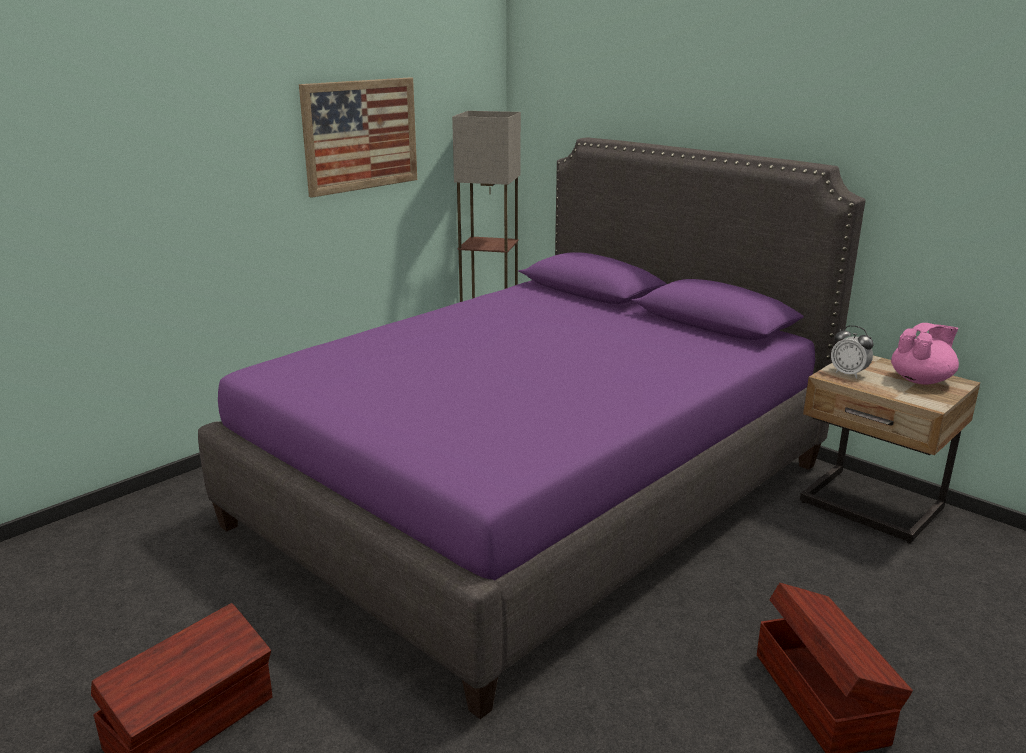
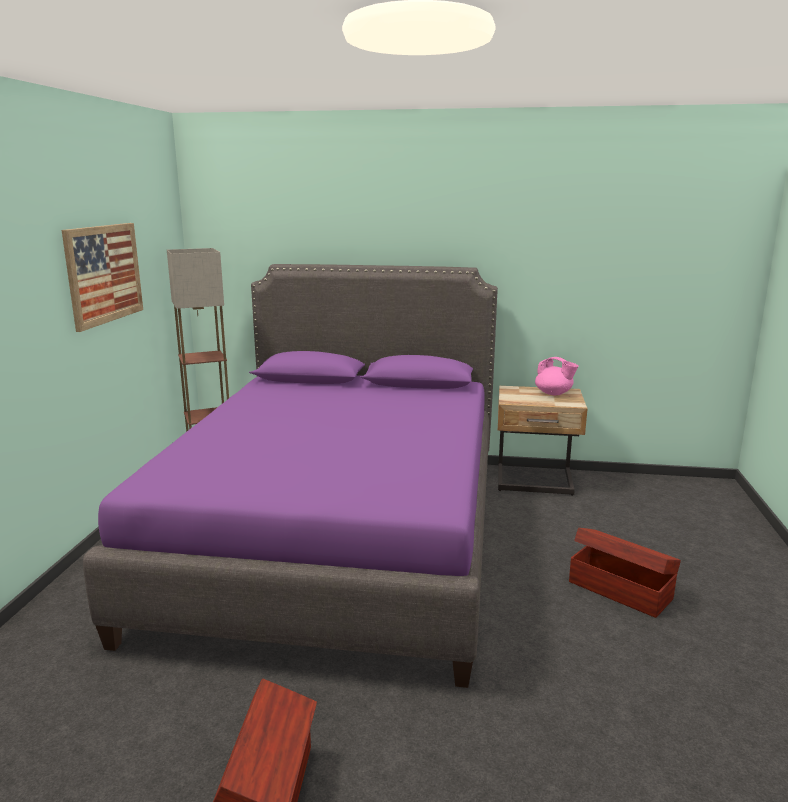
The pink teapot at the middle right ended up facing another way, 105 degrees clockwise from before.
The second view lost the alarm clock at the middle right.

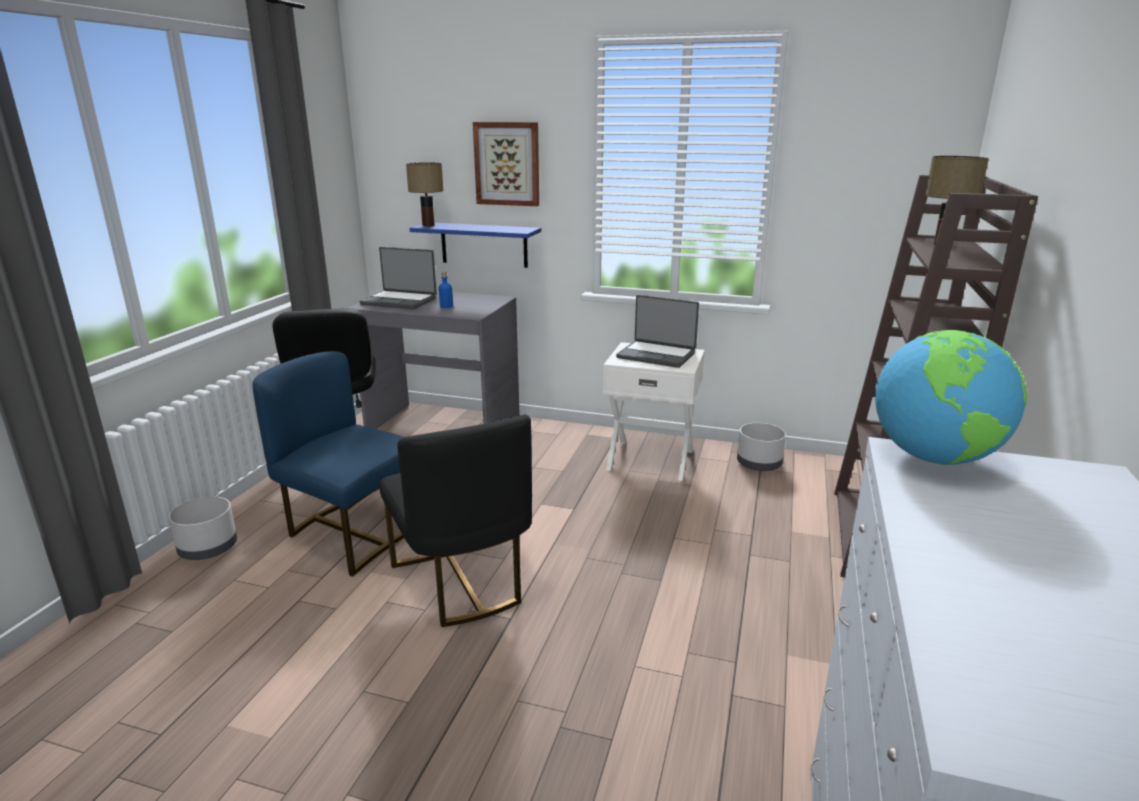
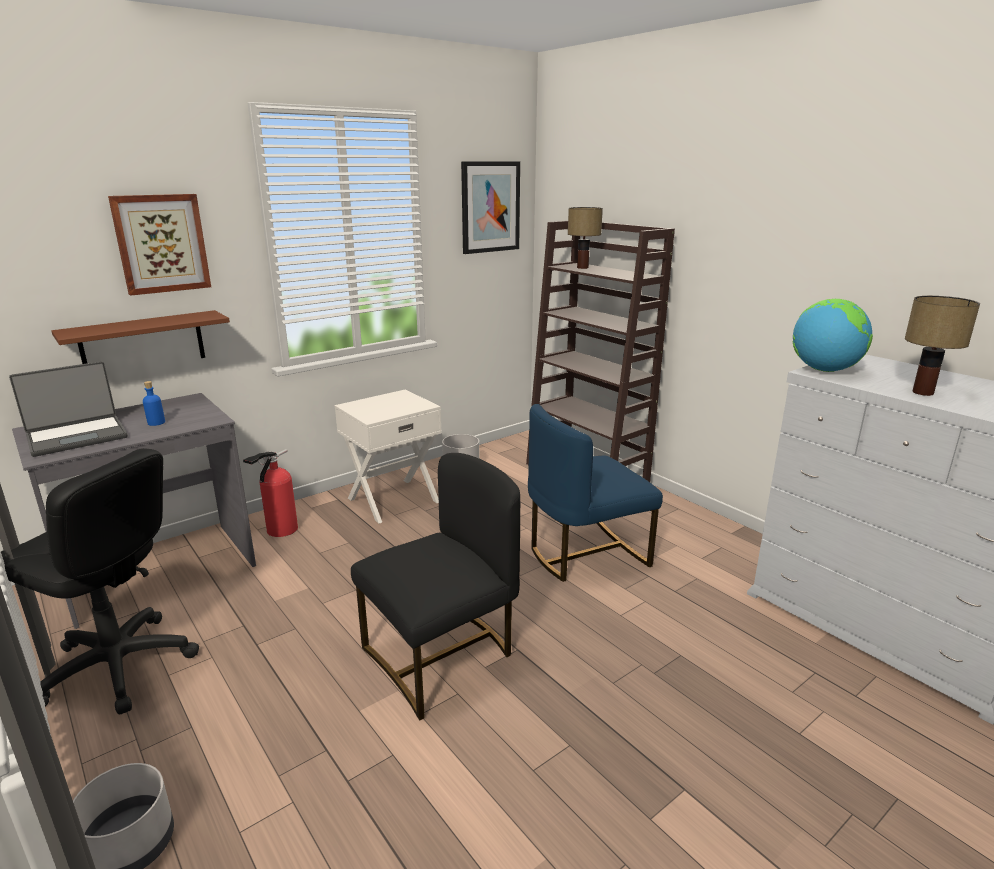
The table lamp (no. 1 from left in the first image) ended up elsewhere, having gone from the top centre to the middle right.
What was the blue shelf at the top centre turned into the brown shelf at the middle left.
The second view lost the laptop (no. 2 from left) at the centre.
The blue chair ended up elsewhere, having gone from the middle left to the centre.
The black chair at the centre ended up facing another way, 45 degrees counterclockwise from before.
The second view gained the picture (no. 2 from left) at the top centre.
The second view gained the fire extinguisher at the middle left.

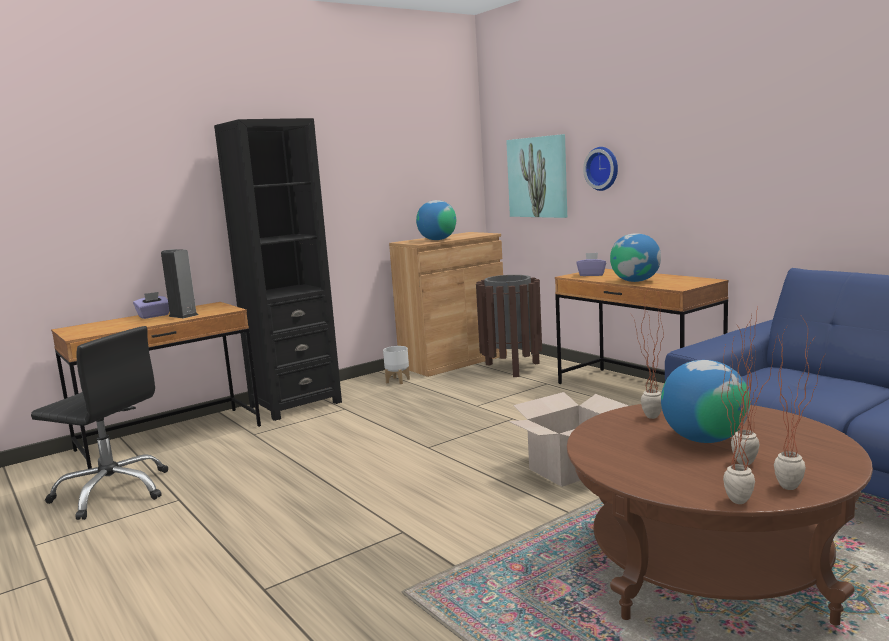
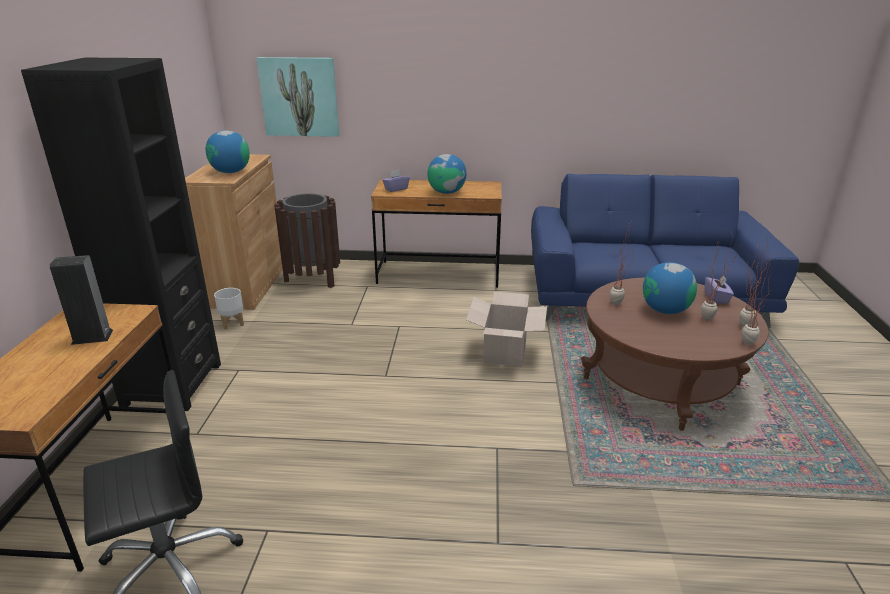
The second view lost the wall clock at the top right.
The purple tissue box (no. 1 from left in the first image) ended up elsewhere, having gone from the middle left to the middle right.

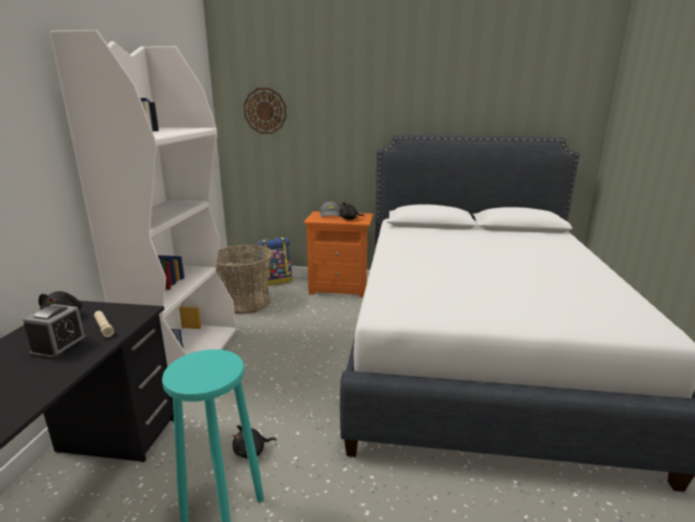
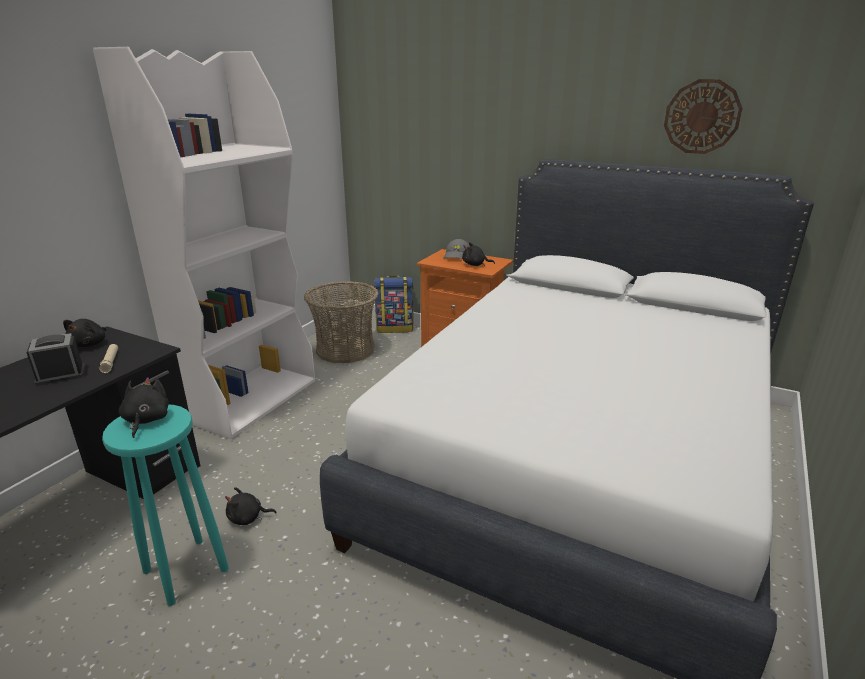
The wall clock ended up elsewhere, having gone from the top centre to the top right.
The alarm clock at the middle left ended up facing another way, 150 degrees counterclockwise from before.
The second view gained the black plush toy (no. 2 from left) at the middle left.

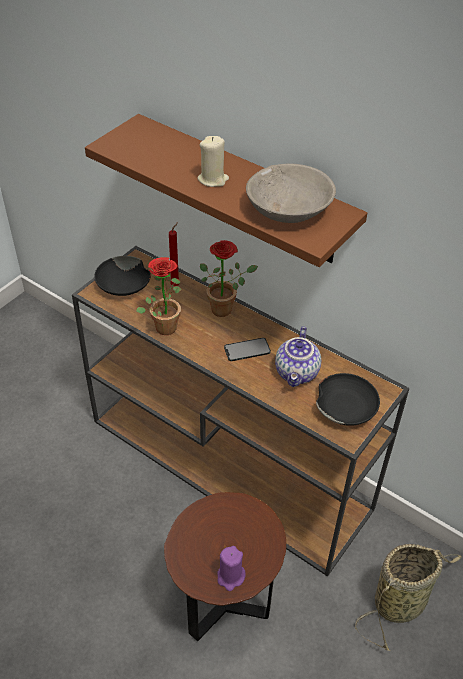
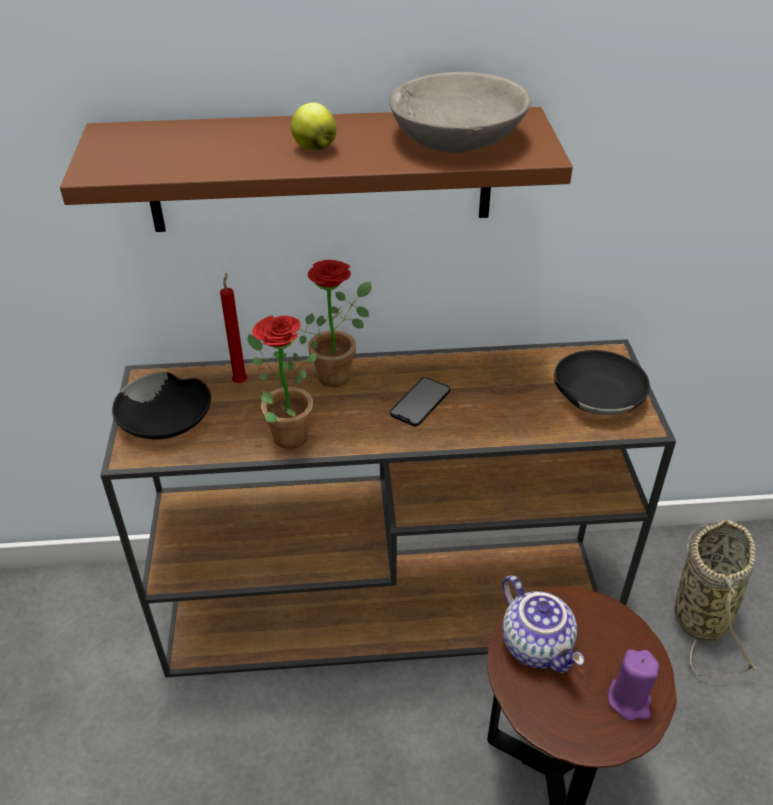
Where the beige candle stood at the top centre, the apple came to stand at the top centre.
The teapot ended up elsewhere, having gone from the centre to the bottom right.

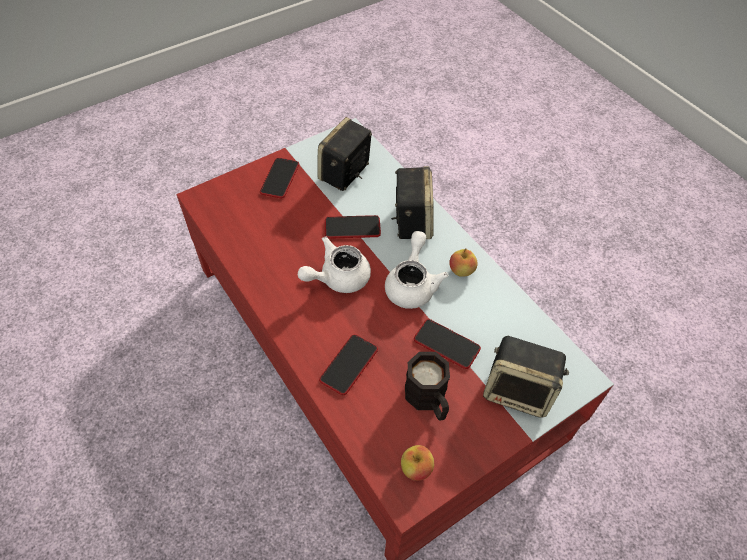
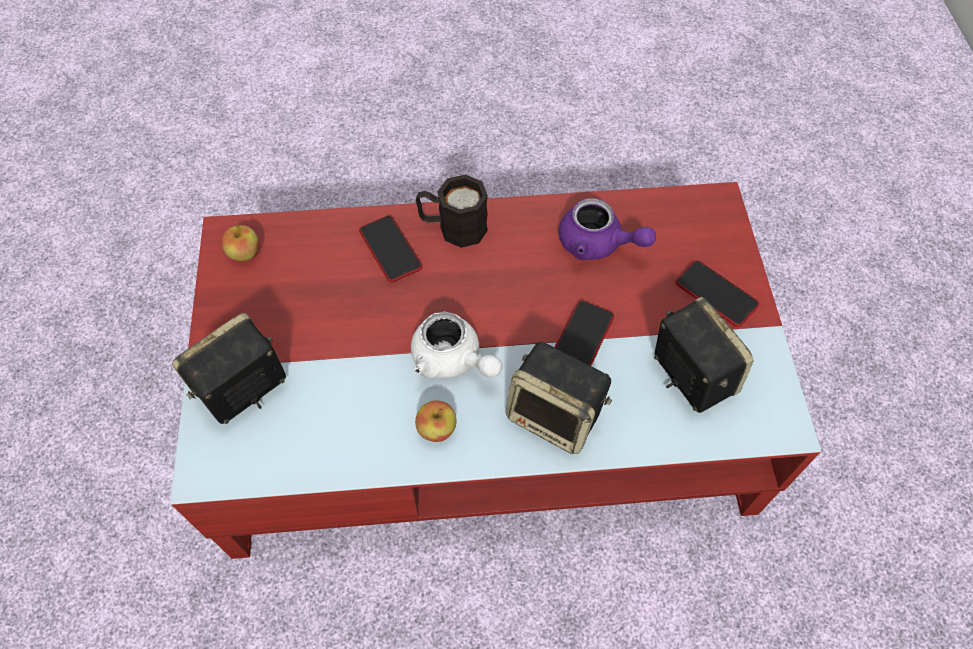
The second view lost the white teapot (no. 1 from left) at the centre.
The second view lost the phone (no. 4 from left) at the centre.
The black mug ended up elsewhere, having gone from the bottom centre to the top centre.
The second view gained the purple teapot at the centre.

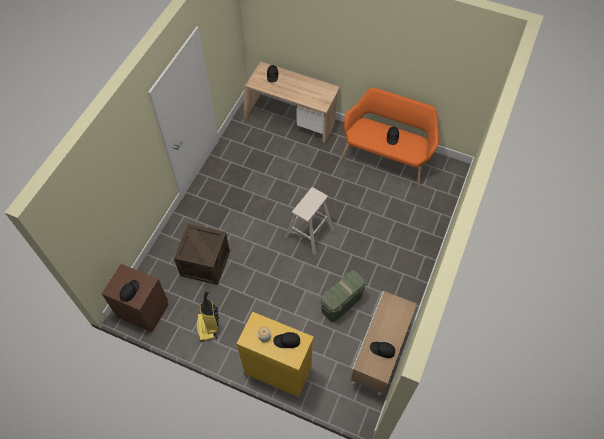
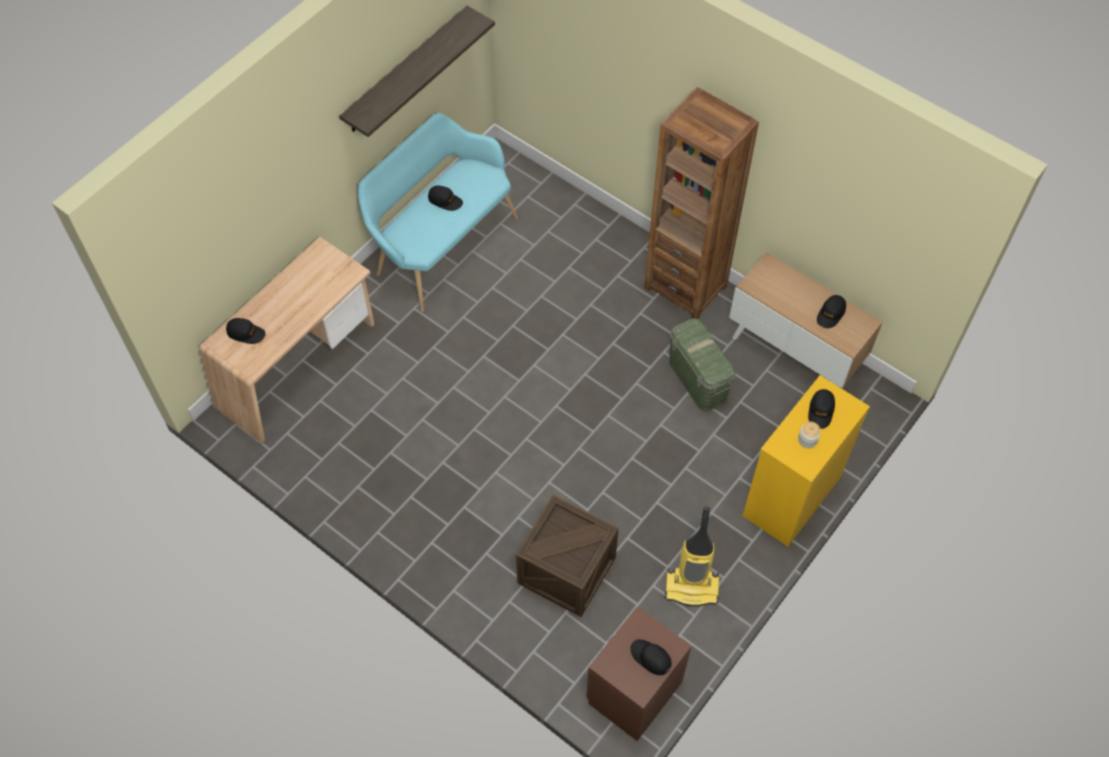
What was the orange bench at the top centre turned into the turquoise bench at the top centre.
The second view lost the beige stool at the centre.
The second view gained the shelf at the top centre.
The second view gained the brown bookcase at the top centre.

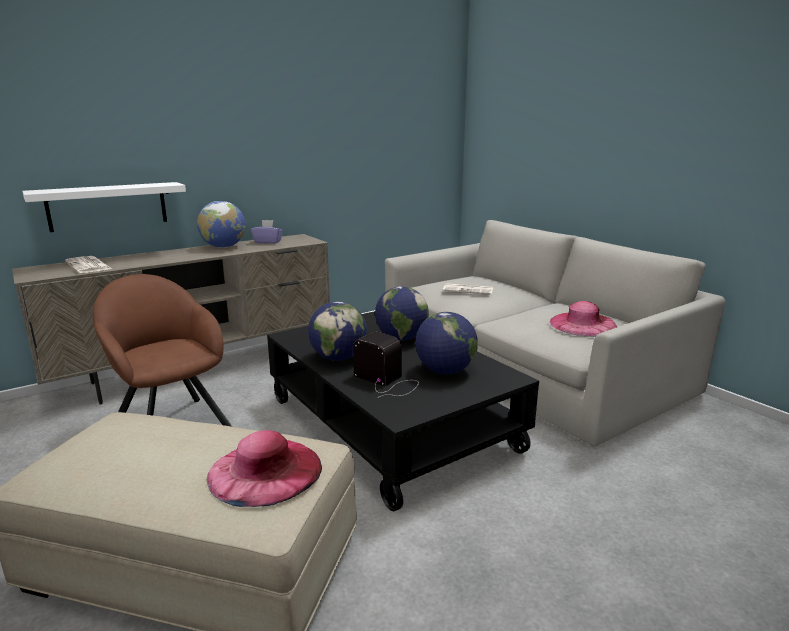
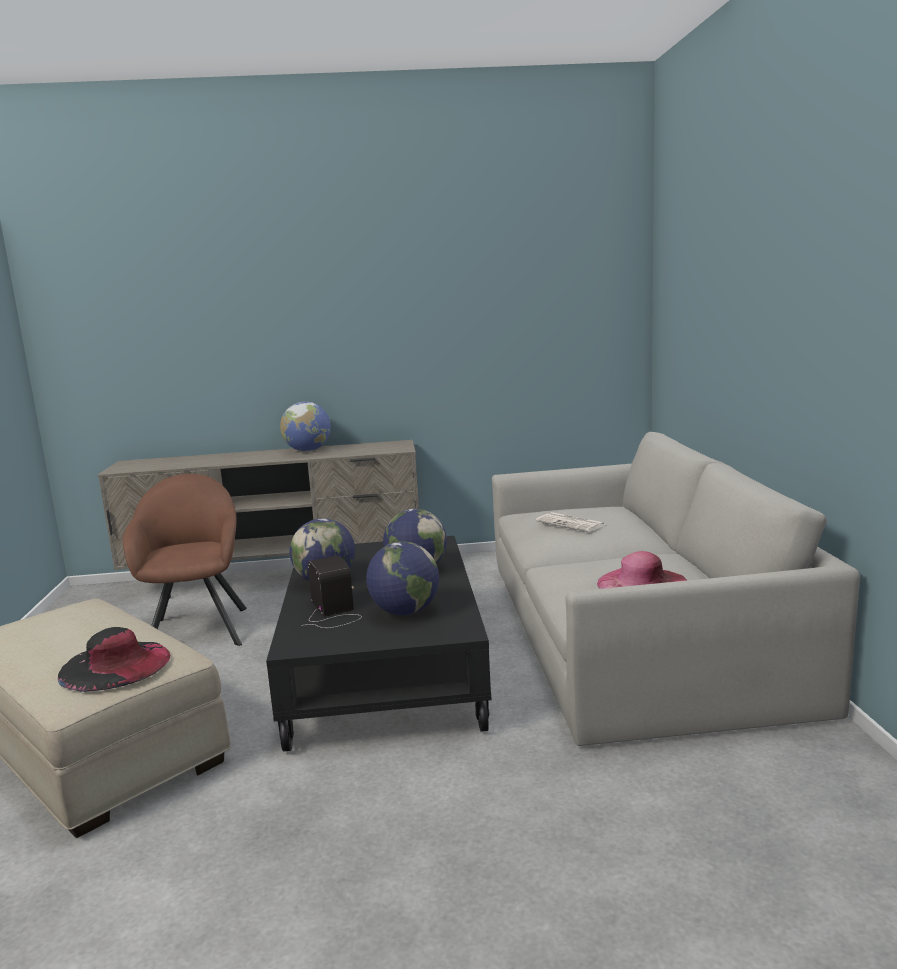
The second view lost the white shelf at the top left.
The second view lost the purple tissue box at the centre.
The second view lost the newspaper (no. 1 from left) at the middle left.
What was the pink hat (no. 1 from left) at the bottom centre turned into the black hat at the bottom left.

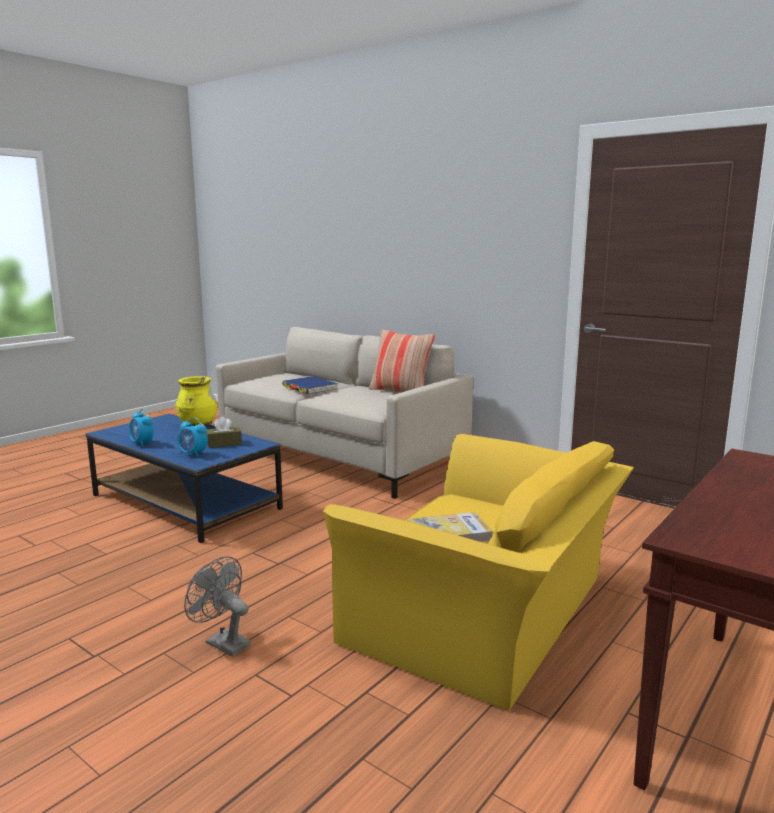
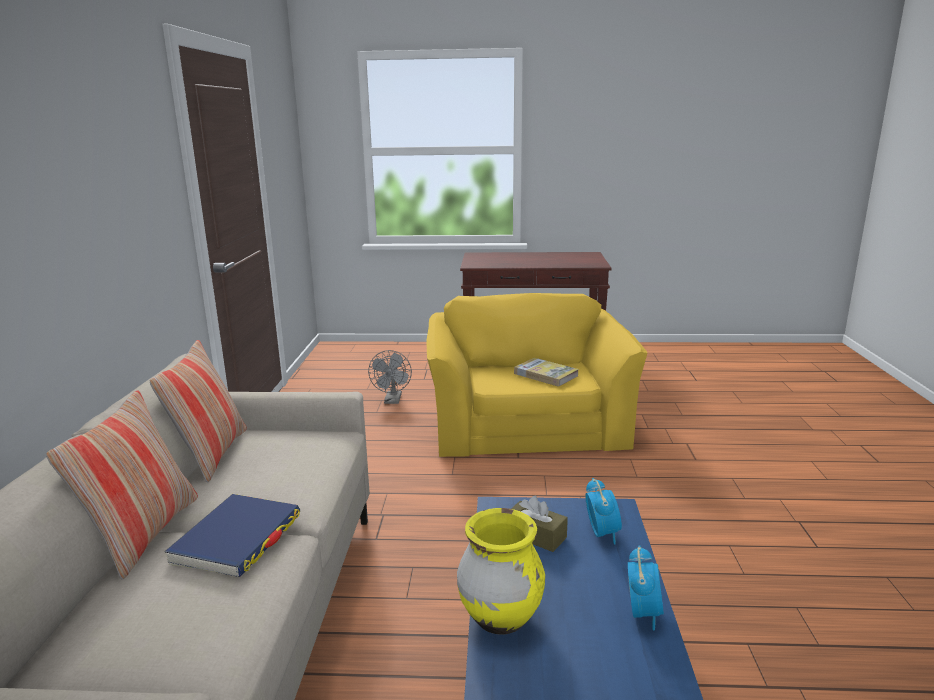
The grey fan ended up elsewhere, having gone from the bottom left to the centre.
The second view gained the pillow (no. 1 from left) at the bottom left.

